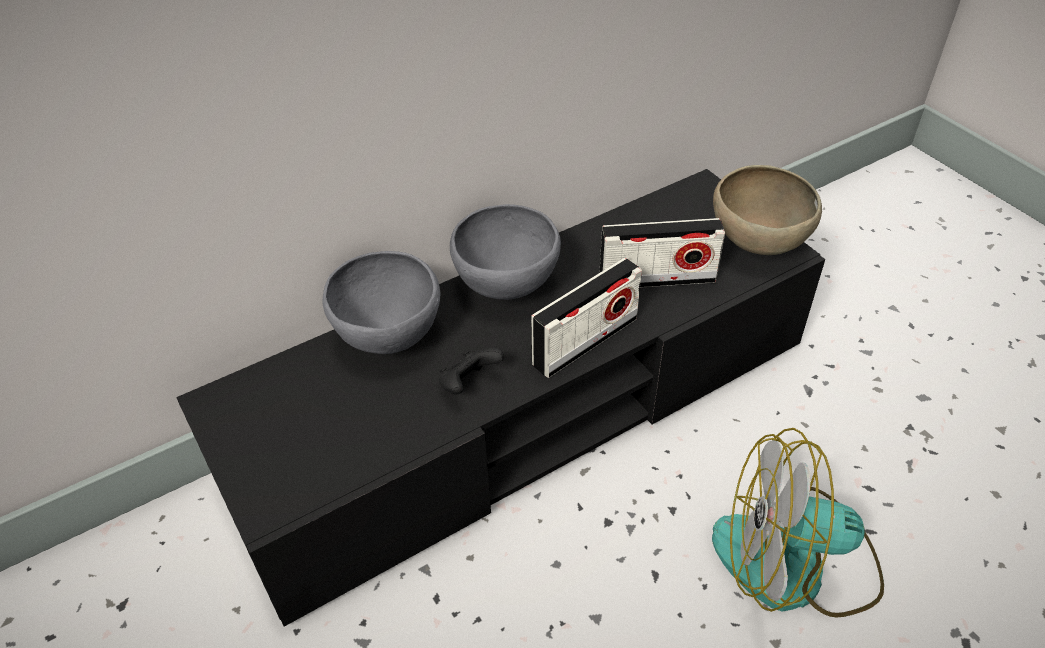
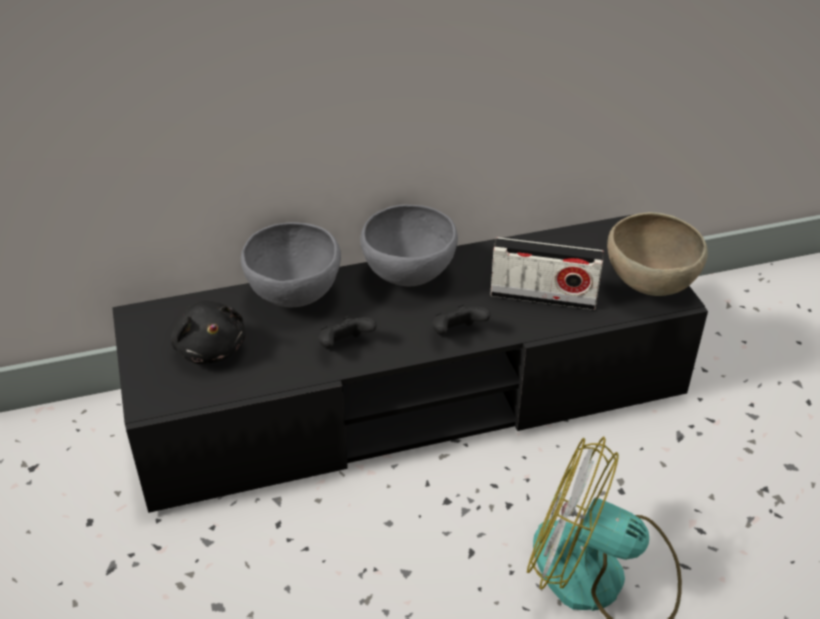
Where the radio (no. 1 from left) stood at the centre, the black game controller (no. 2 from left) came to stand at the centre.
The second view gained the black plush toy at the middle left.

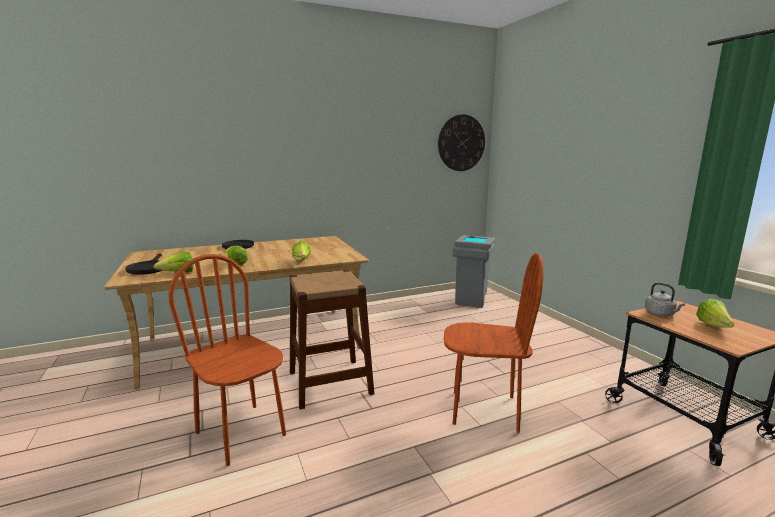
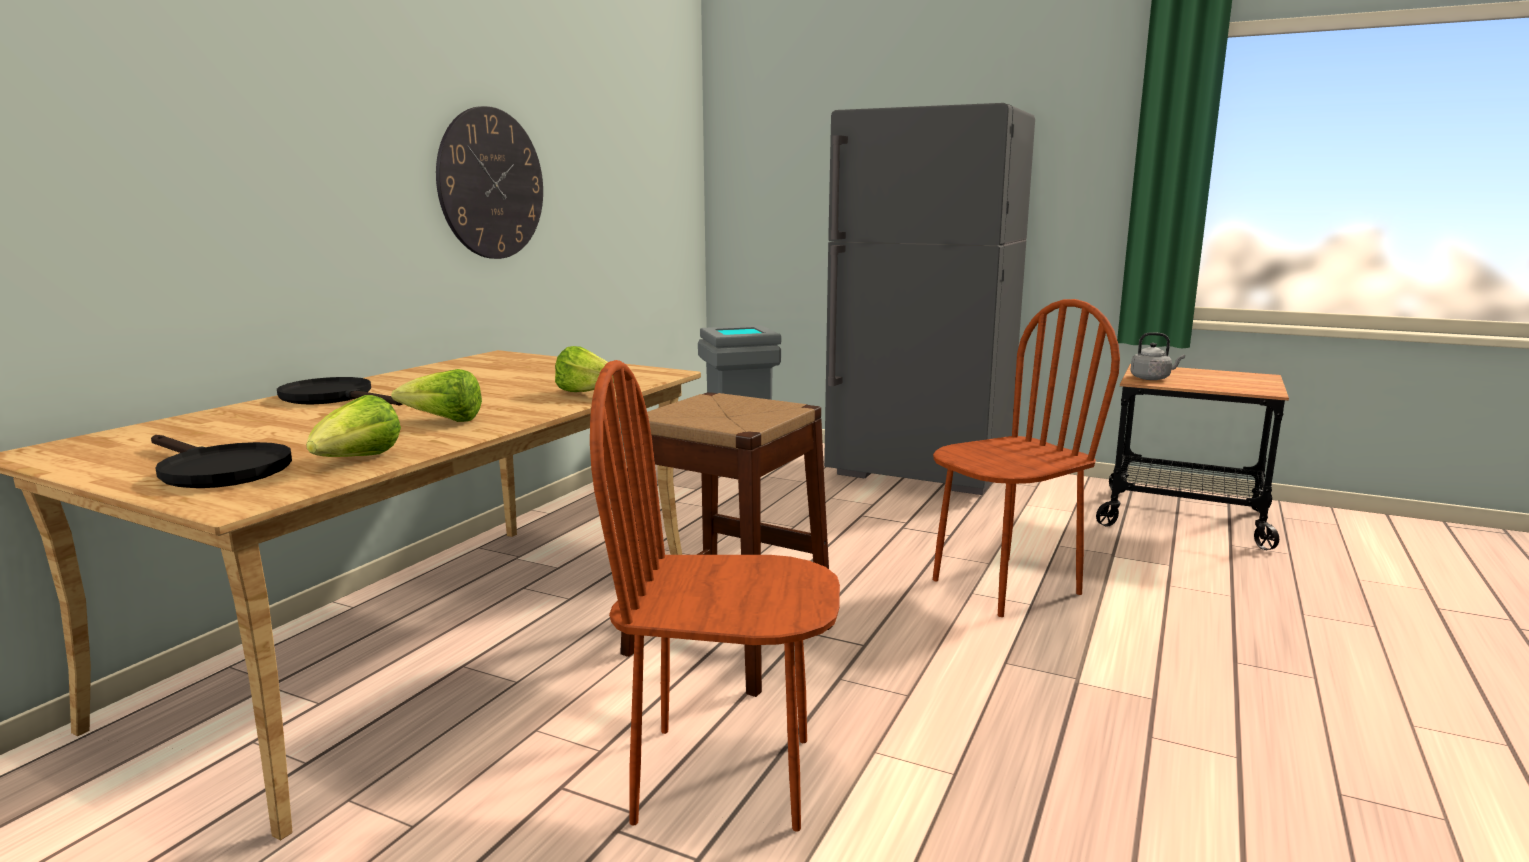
The wall clock ended up elsewhere, having gone from the top centre to the top left.
The second view lost the lettuce (no. 4 from left) at the middle right.
The second view gained the grey fridge at the centre.

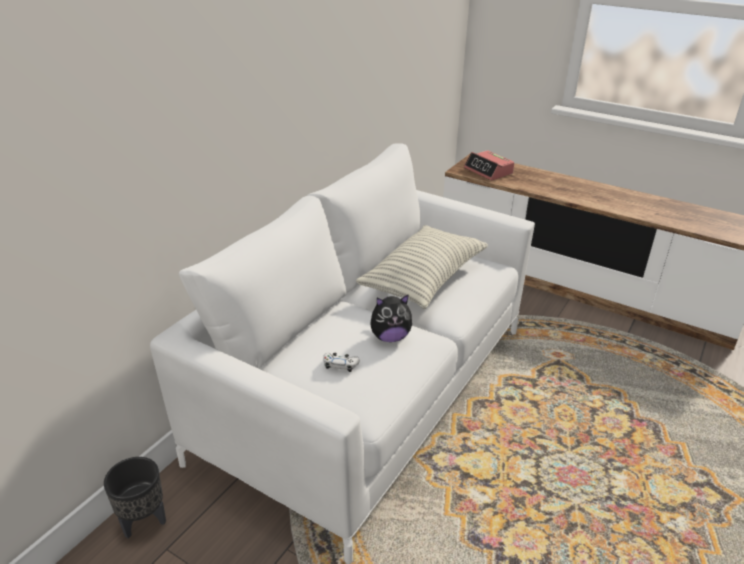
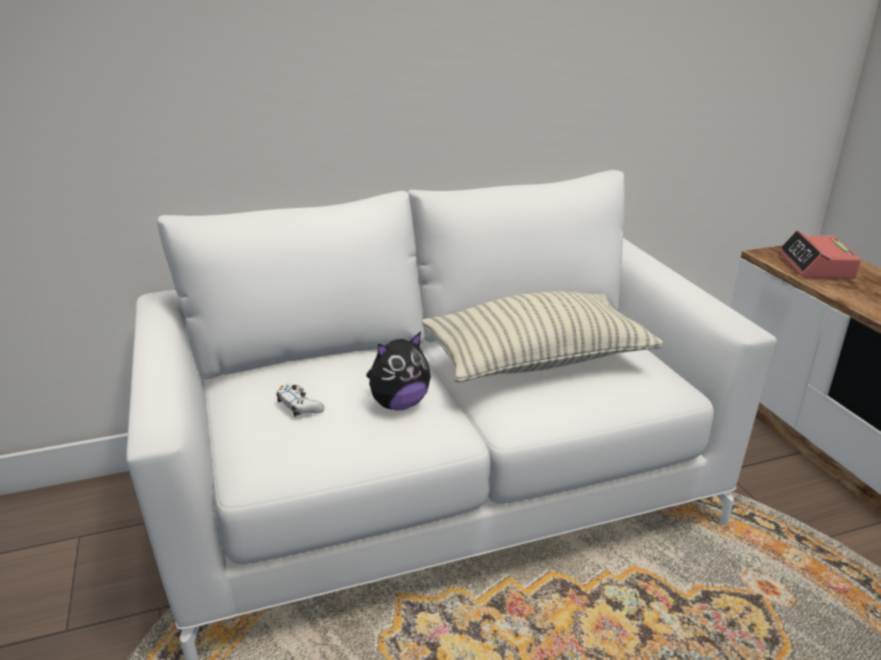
The plush toy at the centre ended up facing another way, 60 degrees counterclockwise from before.
The second view lost the black planter at the bottom left.

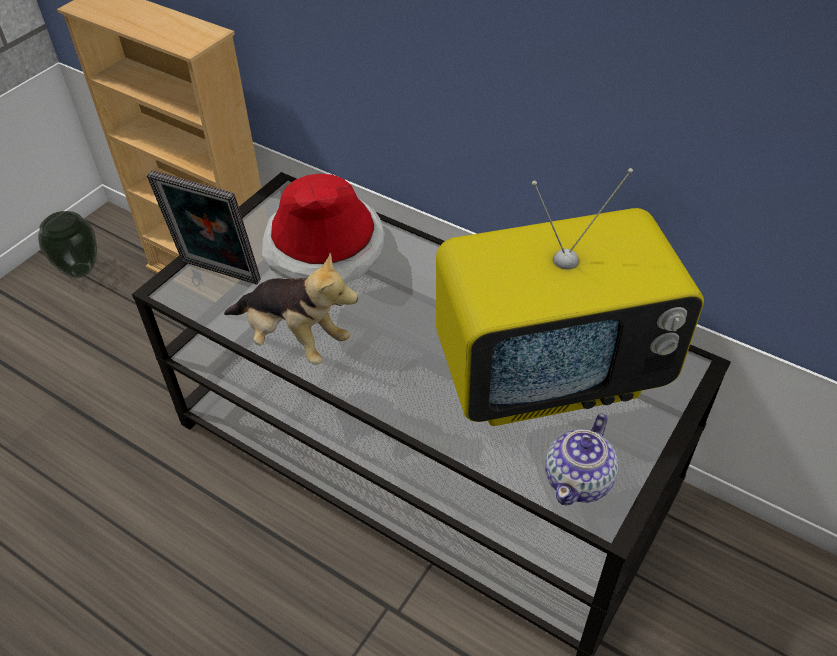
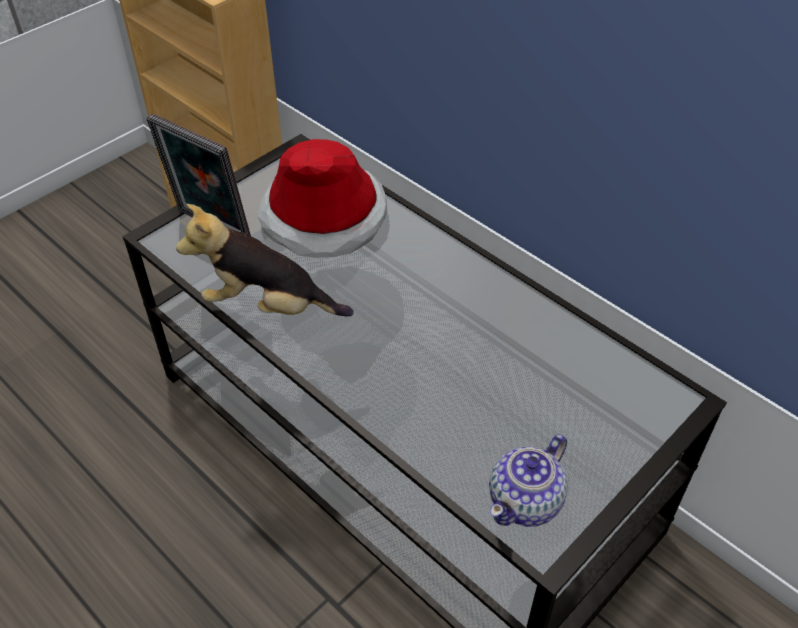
The second view lost the television at the middle right.
The second view lost the vase at the middle left.
The plush toy at the centre ended up facing another way, 150 degrees clockwise from before.

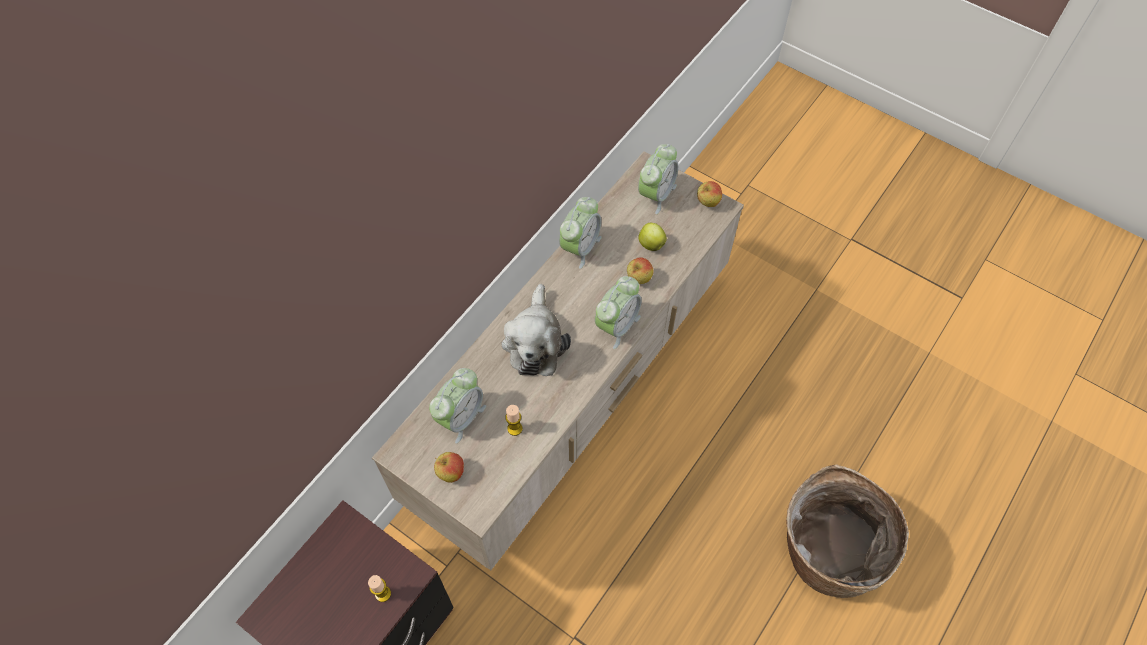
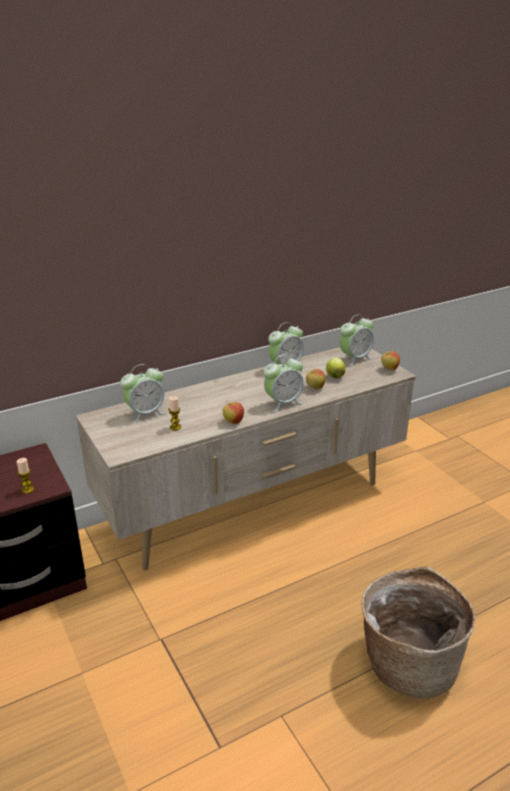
The second view lost the plush toy at the centre.
The apple (no. 1 from left) ended up elsewhere, having gone from the bottom centre to the centre.

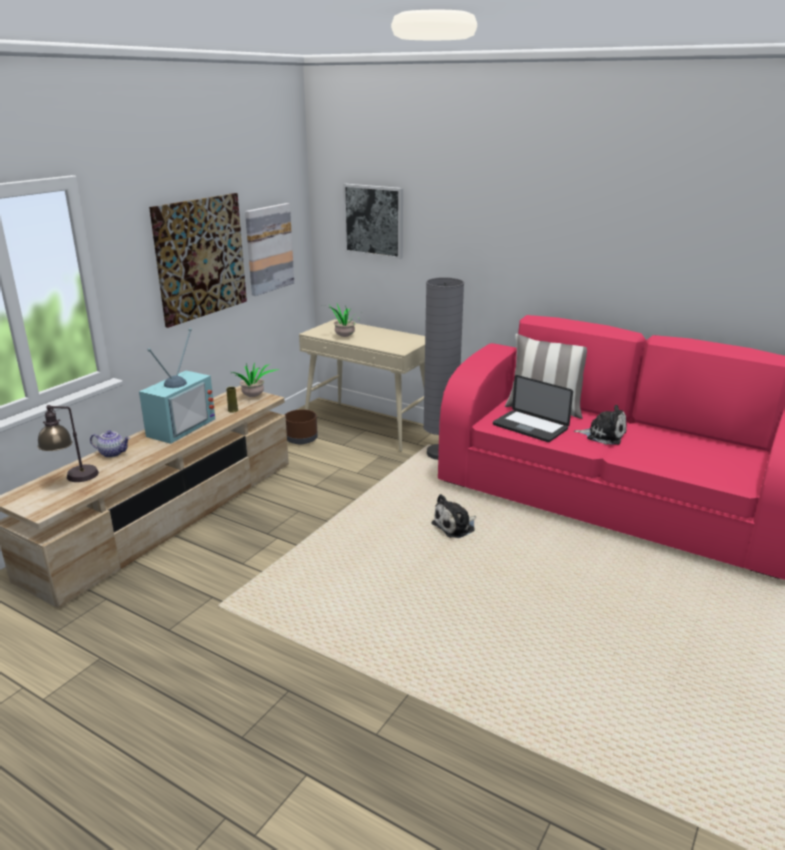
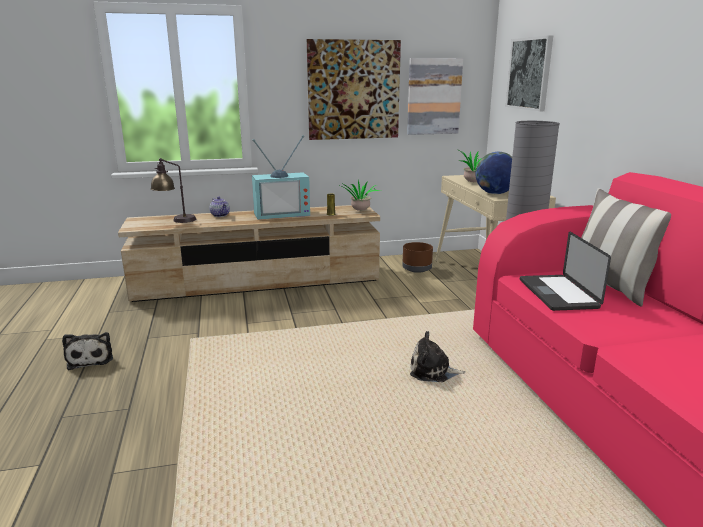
The plush toy (no. 2 from left in the first image) ended up elsewhere, having gone from the middle right to the middle left.
The second view gained the globe at the top right.

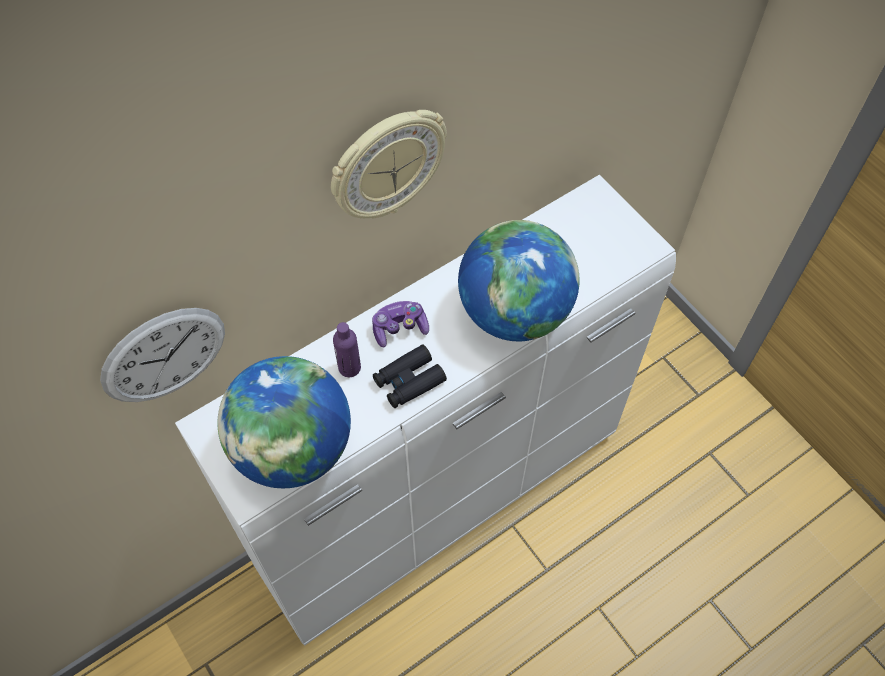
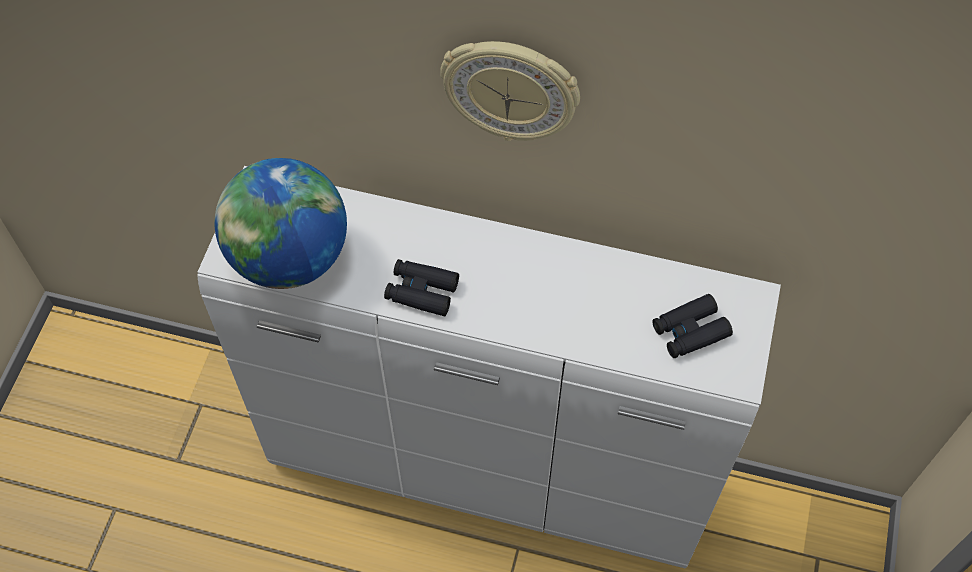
The second view lost the globe (no. 2 from left) at the centre.
The second view lost the game controller at the centre.
The second view lost the wall clock (no. 1 from left) at the middle left.
The second view lost the purple bottle at the centre.
The second view gained the black binoculars (no. 2 from left) at the middle right.

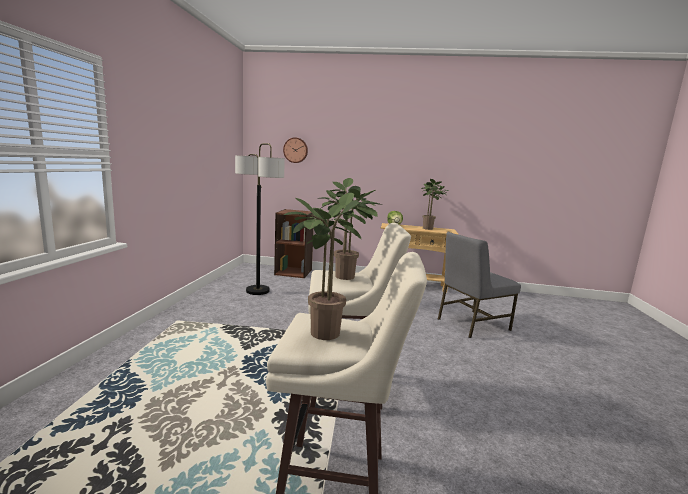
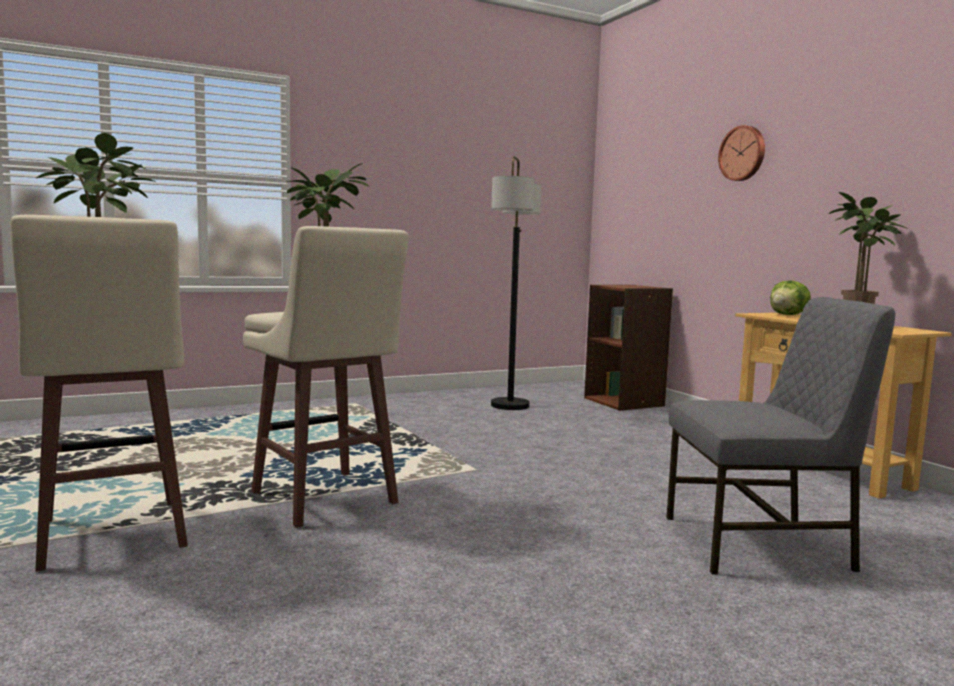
The wall clock ended up elsewhere, having gone from the top centre to the top right.
The grey chair at the middle right ended up facing another way, 150 degrees clockwise from before.

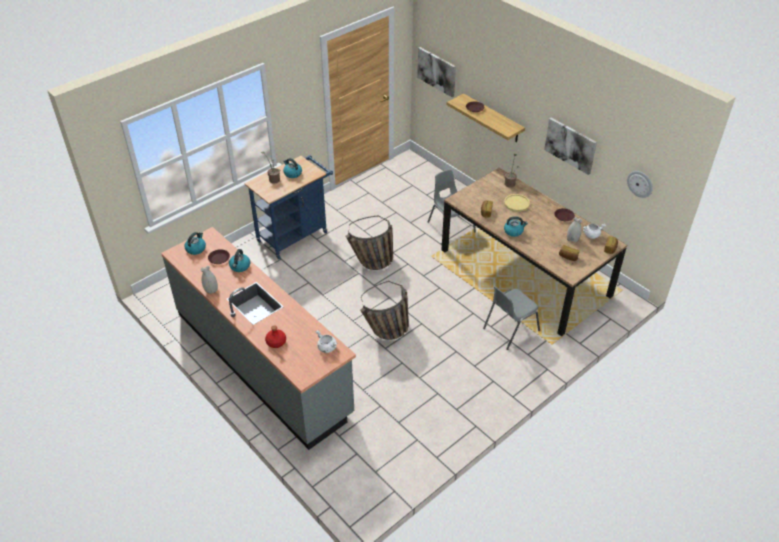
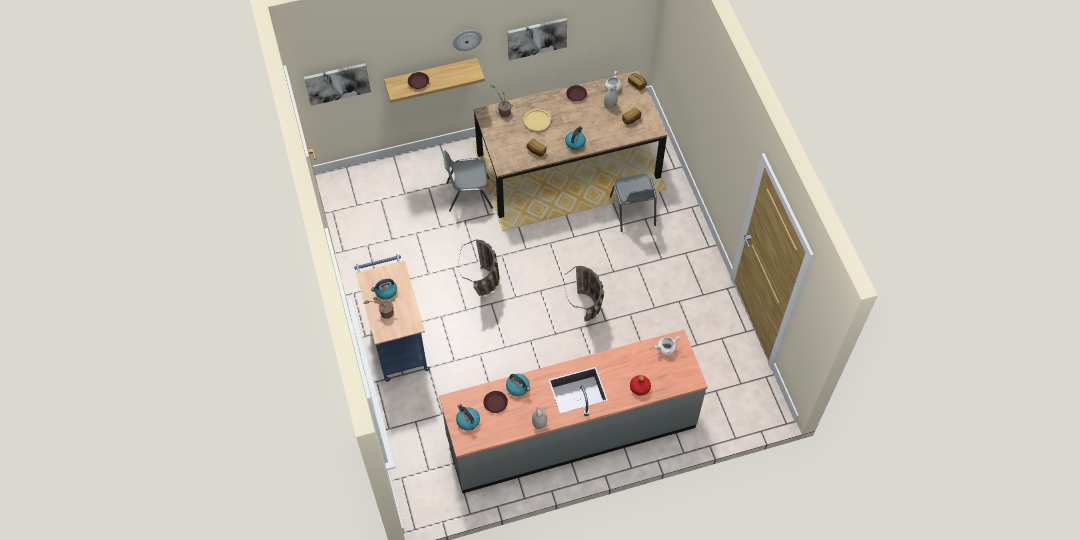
The wall clock ended up elsewhere, having gone from the middle right to the top centre.

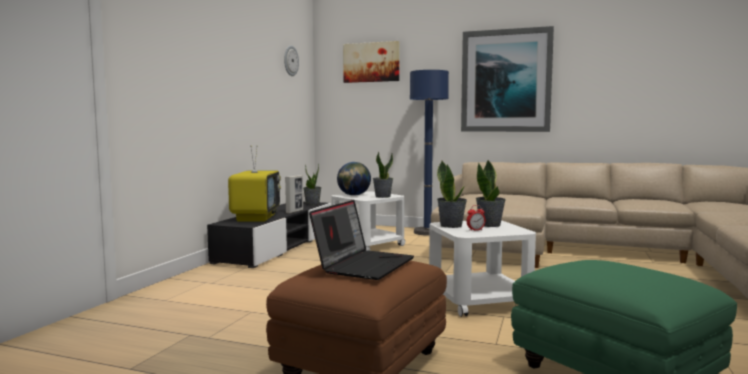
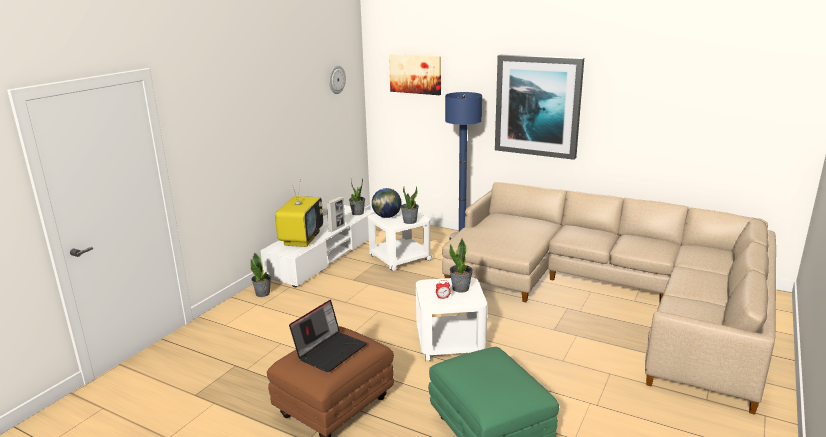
The potted plant (no. 3 from left in the first image) ended up elsewhere, having gone from the centre to the middle left.
What was the black tv stand at the centre turned into the white tv stand at the centre.

